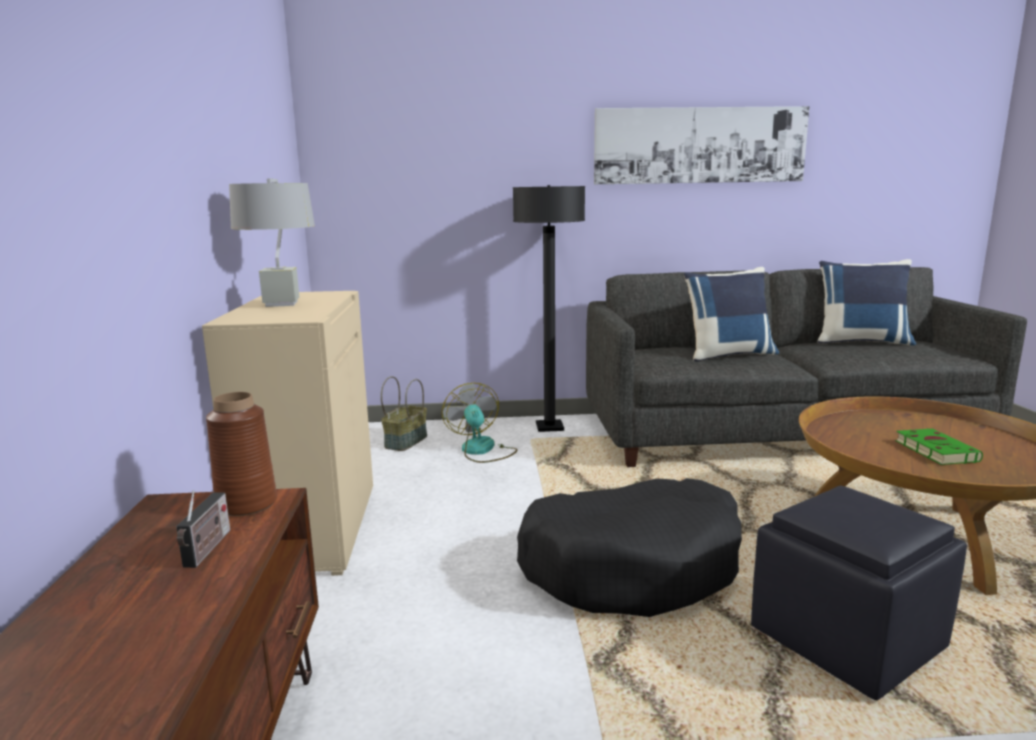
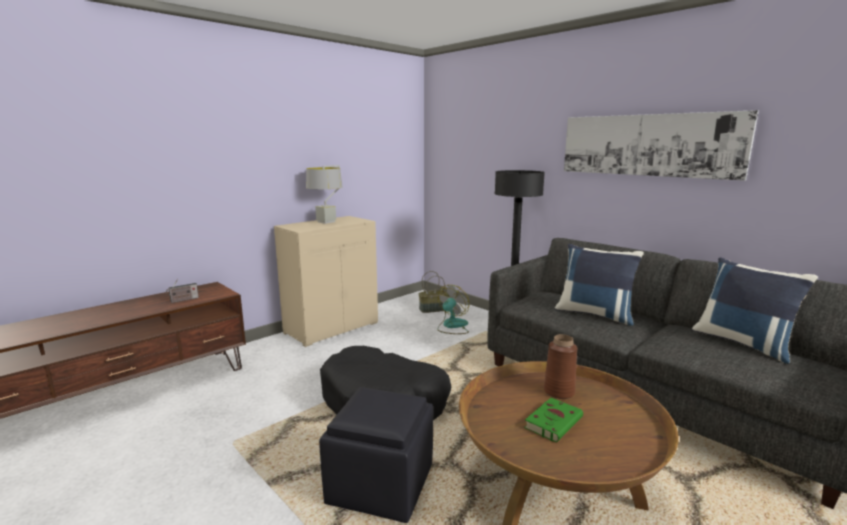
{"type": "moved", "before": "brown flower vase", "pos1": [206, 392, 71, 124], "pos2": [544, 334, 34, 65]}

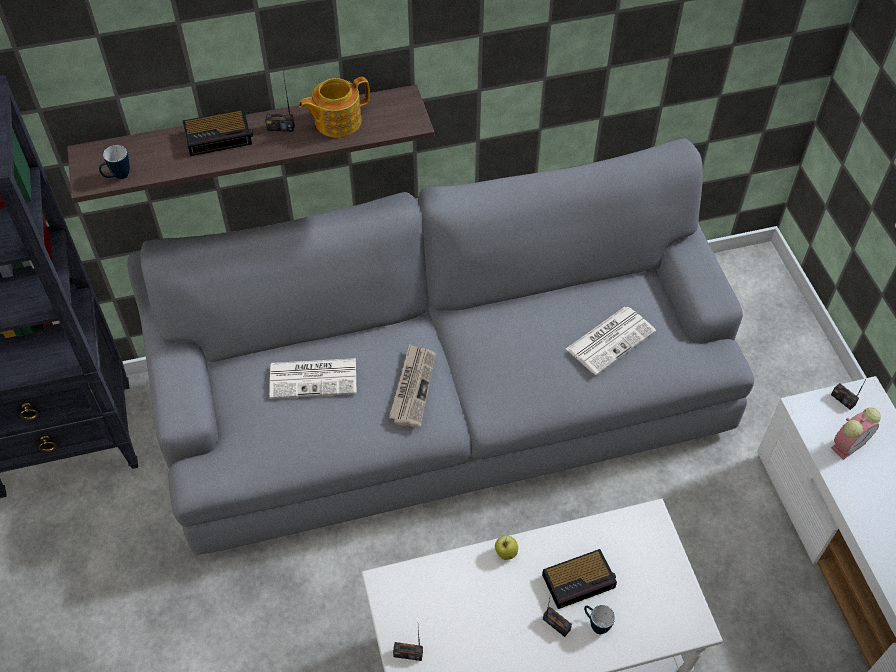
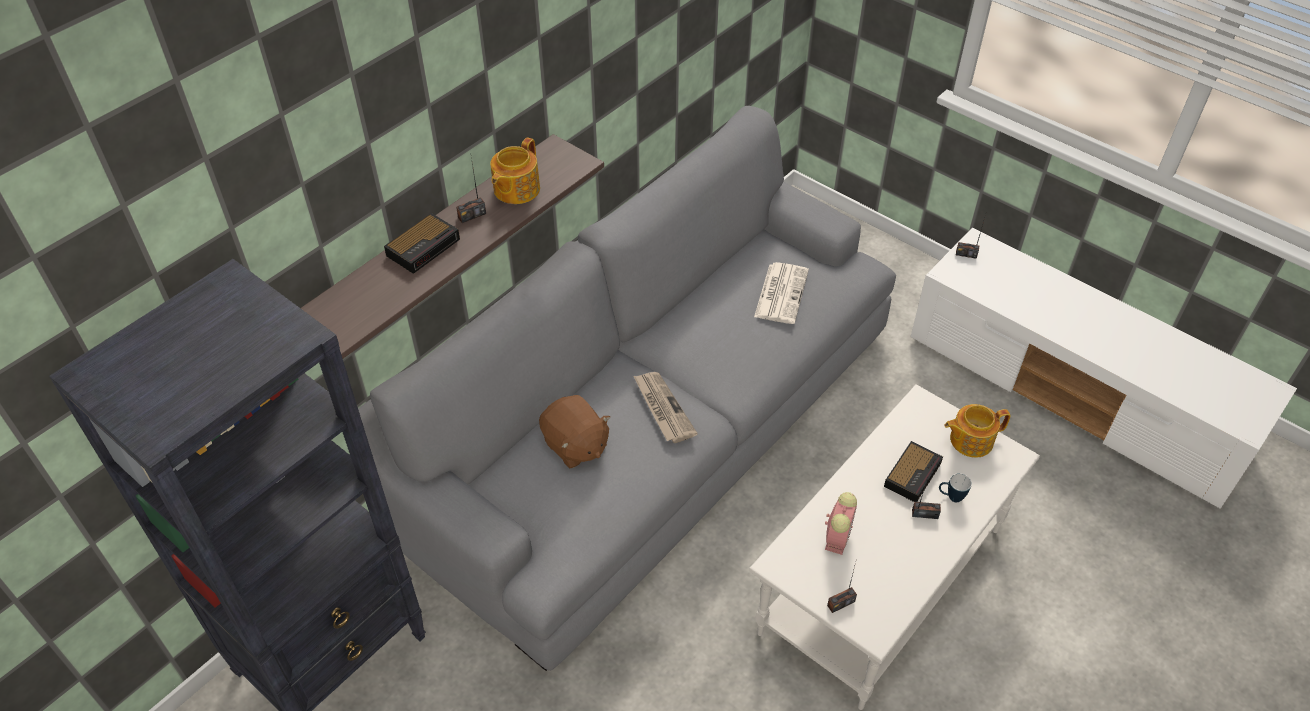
{"type": "replaced", "before": "printed paper", "after": "brown cuddly toy", "pos1": [269, 358, 87, 41], "pos2": [539, 395, 71, 73]}
{"type": "moved", "before": "table clock", "pos1": [831, 407, 50, 53], "pos2": [825, 492, 32, 63]}
{"type": "added", "after": "tea pot", "pos2": [945, 404, 66, 54]}
{"type": "removed", "before": "mug", "pos1": [99, 145, 31, 34]}
{"type": "removed", "before": "apple", "pos1": [495, 536, 23, 24]}

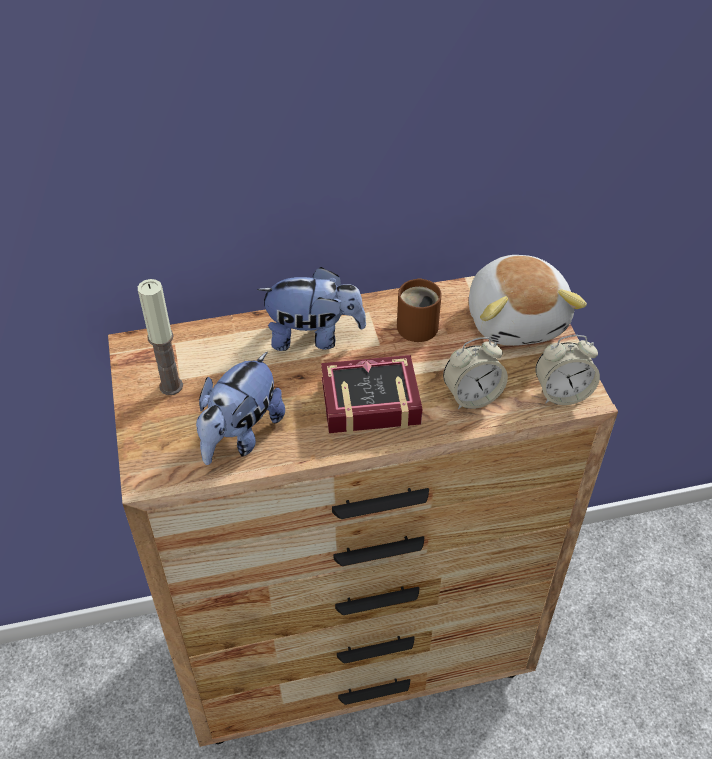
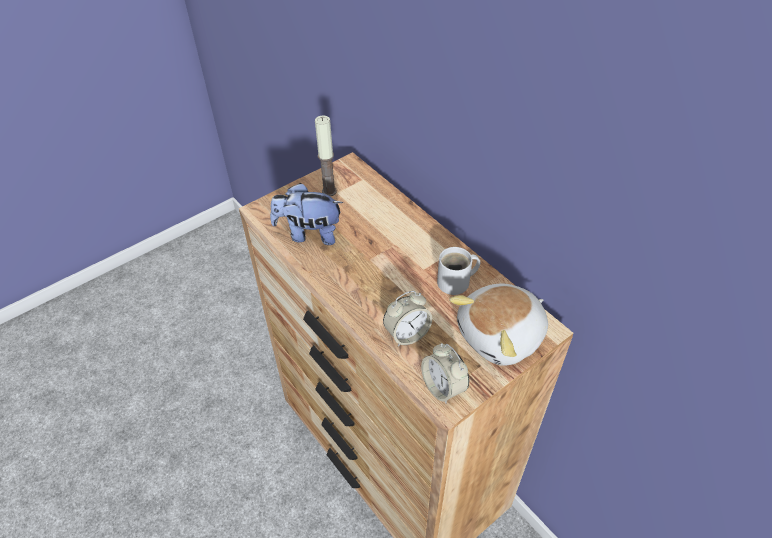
{"type": "turned", "before": "table clock", "pos1": [443, 337, 65, 73], "pos2": [383, 291, 49, 55], "turn": -75}
{"type": "recoloured", "before": "brown mug", "after": "whitish mug", "pos1": [397, 278, 45, 64], "pos2": [437, 247, 43, 48]}
{"type": "removed", "before": "cuddly toy", "pos1": [257, 267, 109, 84]}
{"type": "removed", "before": "volume", "pos1": [321, 355, 101, 79]}

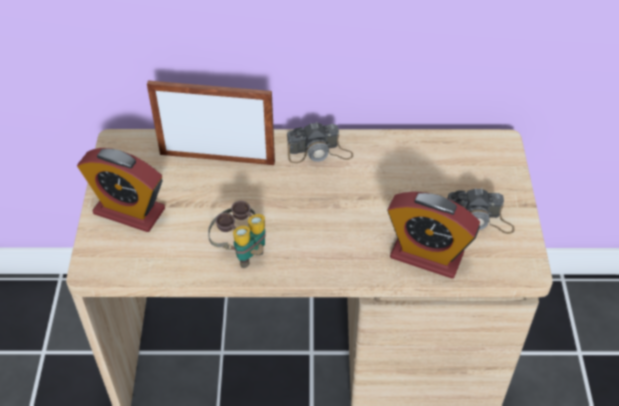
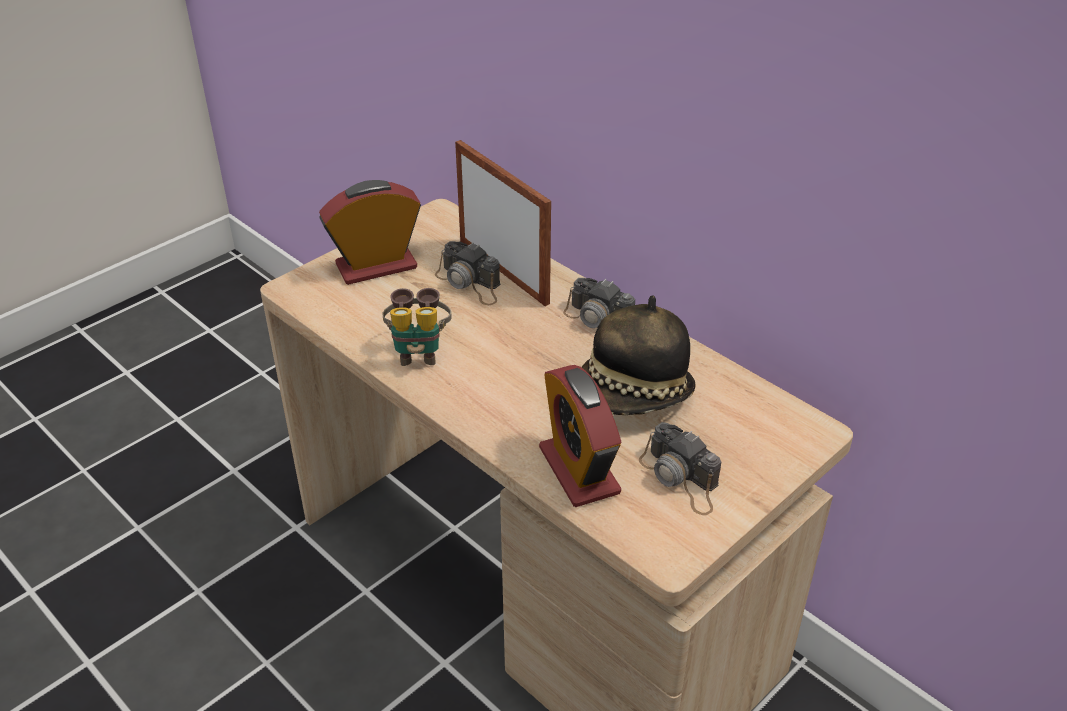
{"type": "turned", "before": "table clock", "pos1": [77, 148, 88, 84], "pos2": [319, 180, 102, 105], "turn": 90}
{"type": "added", "after": "still camera", "pos2": [435, 241, 65, 64]}
{"type": "added", "after": "clothing hat", "pos2": [582, 295, 114, 120]}

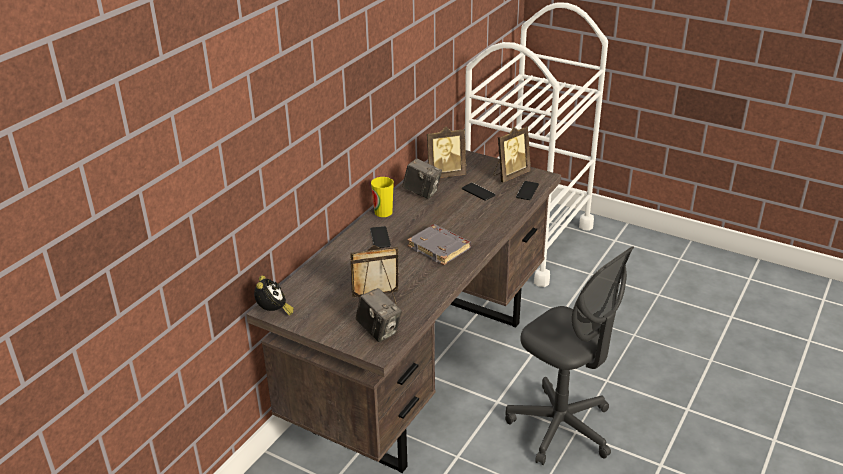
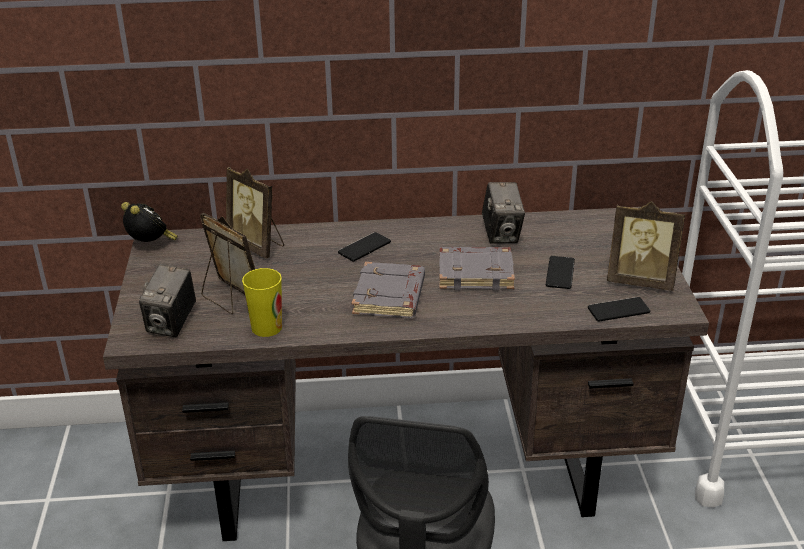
{"type": "turned", "before": "table clock", "pos1": [254, 275, 40, 41], "pos2": [121, 202, 57, 40], "turn": -90}
{"type": "moved", "before": "picture frame", "pos1": [427, 127, 39, 51], "pos2": [226, 167, 58, 92]}
{"type": "moved", "before": "small cup", "pos1": [371, 177, 23, 40], "pos2": [242, 268, 40, 69]}
{"type": "added", "after": "grey volume", "pos2": [439, 247, 76, 44]}

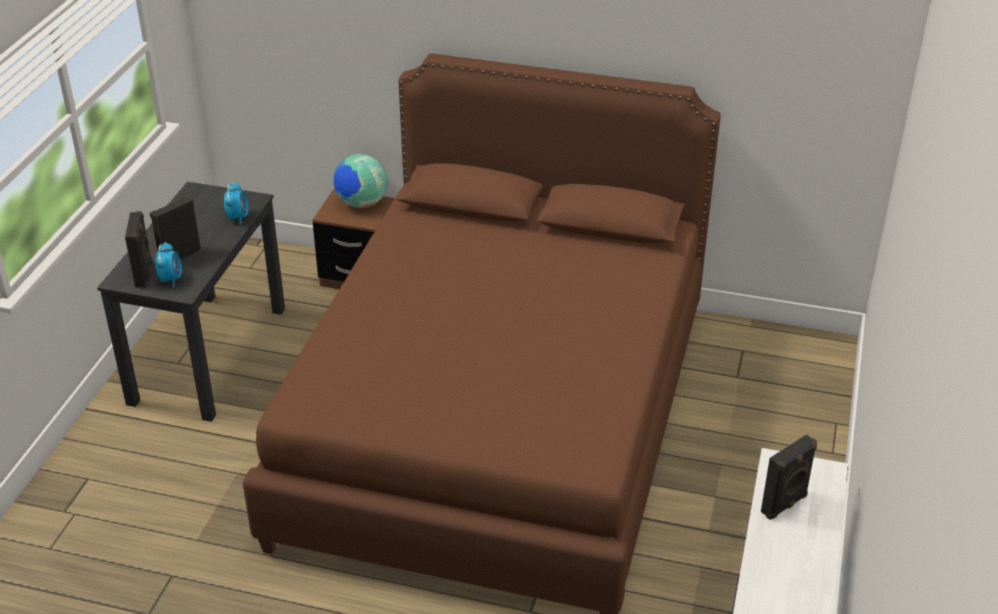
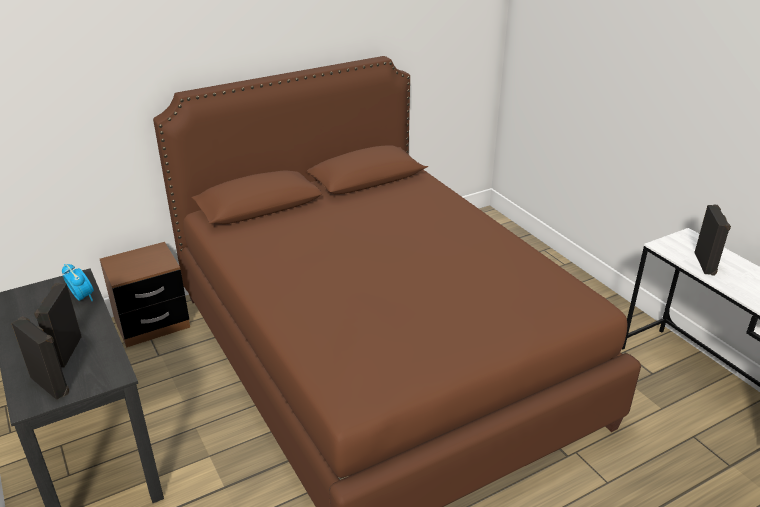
{"type": "removed", "before": "table clock", "pos1": [155, 242, 27, 45]}
{"type": "removed", "before": "globe", "pos1": [334, 154, 54, 54]}

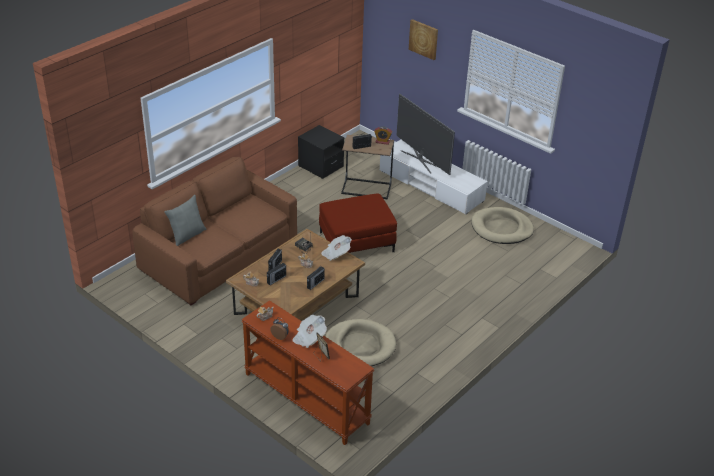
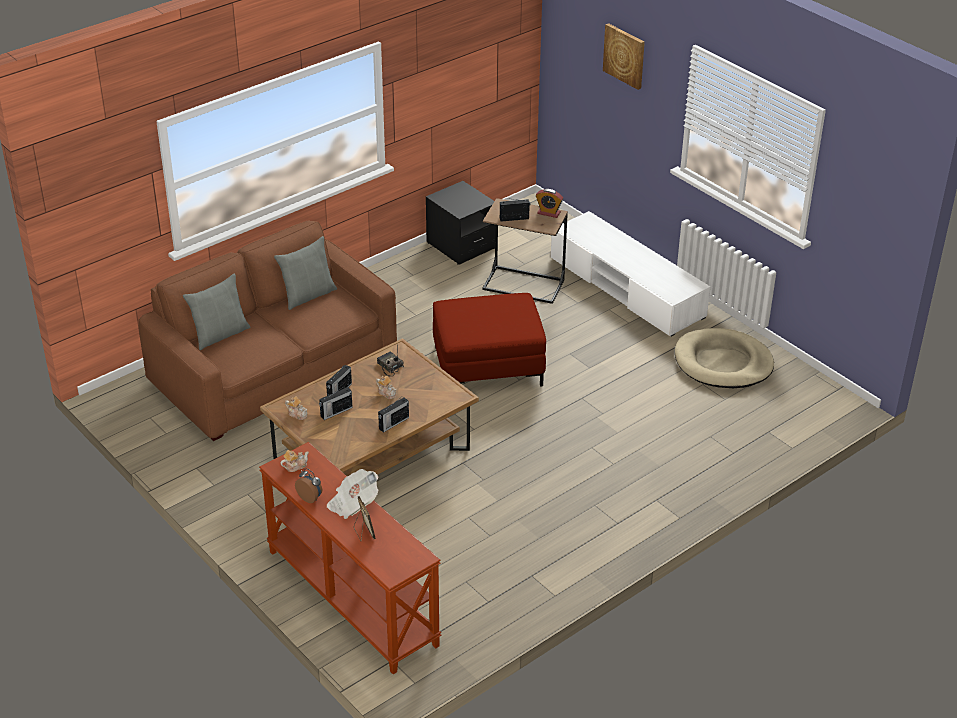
{"type": "added", "after": "grey pillow", "pos2": [274, 236, 63, 74]}
{"type": "removed", "before": "printed paper", "pos1": [321, 235, 31, 26]}
{"type": "removed", "before": "beige pet bed", "pos1": [325, 319, 71, 47]}
{"type": "removed", "before": "TV", "pos1": [397, 94, 58, 81]}

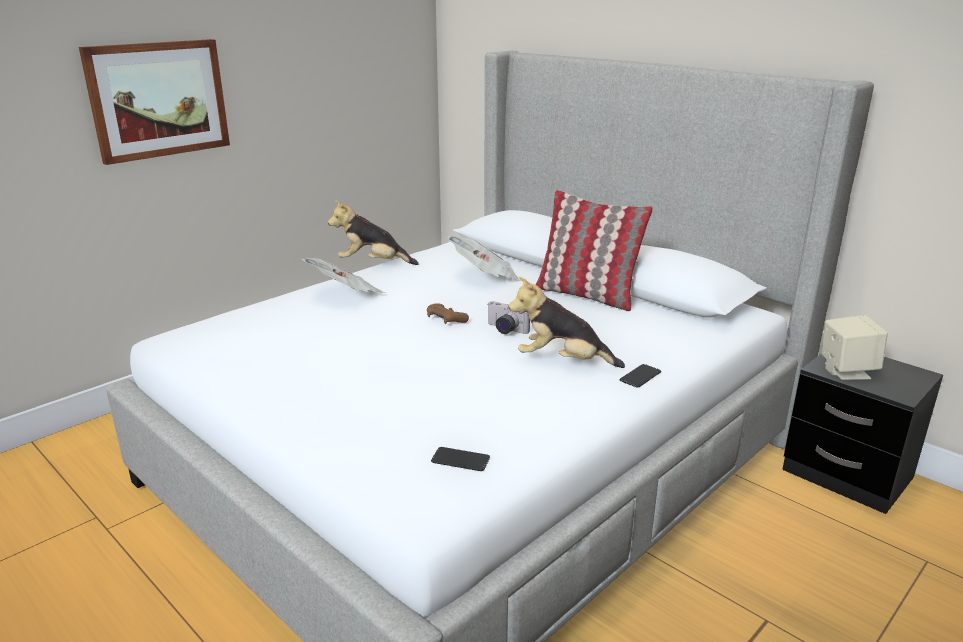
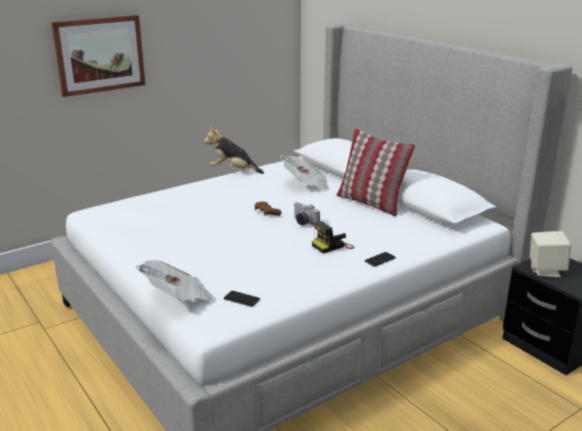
{"type": "moved", "before": "printed paper", "pos1": [301, 258, 85, 35], "pos2": [136, 260, 80, 42]}
{"type": "replaced", "before": "cuddly toy", "after": "still camera", "pos1": [509, 277, 116, 91], "pos2": [312, 221, 42, 32]}

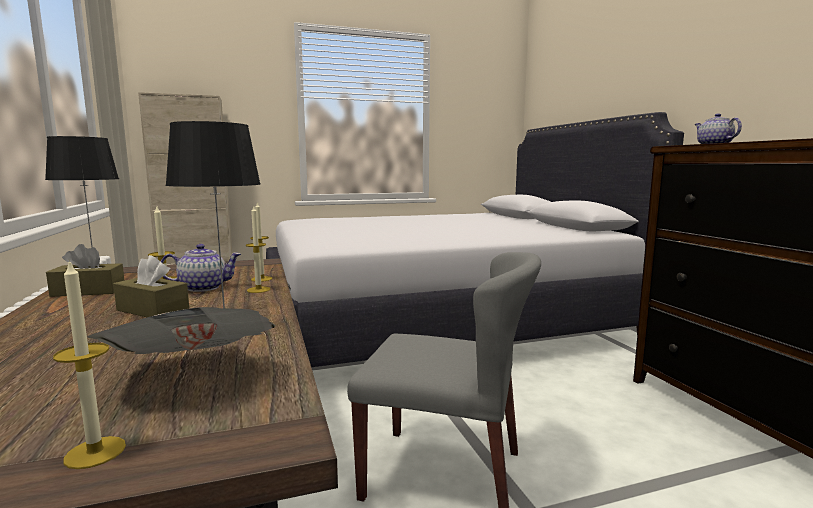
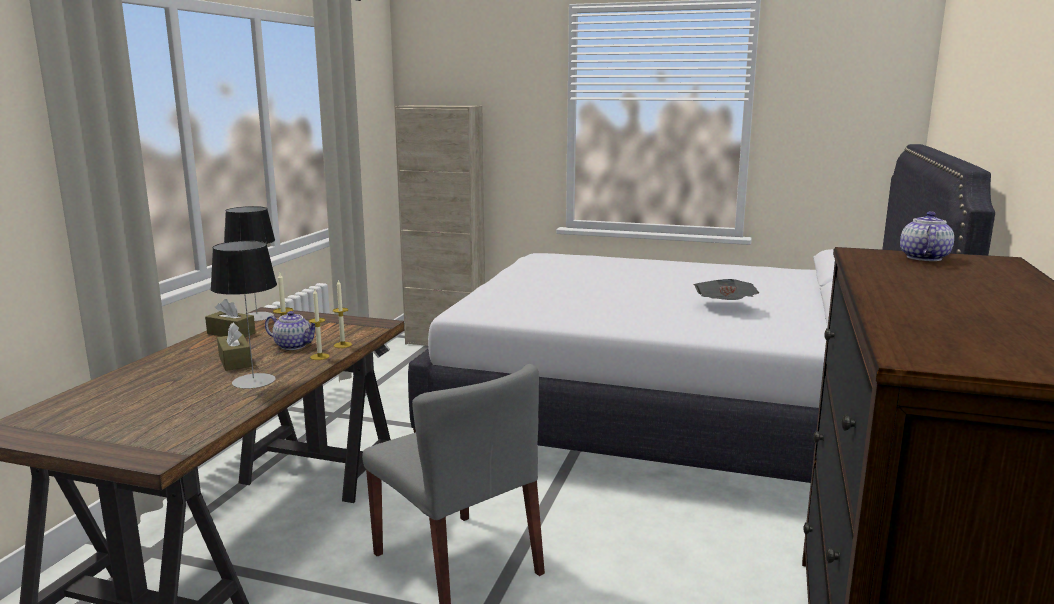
{"type": "moved", "before": "printed paper", "pos1": [87, 307, 188, 47], "pos2": [694, 279, 65, 21]}
{"type": "removed", "before": "wax light", "pos1": [53, 260, 73, 209]}

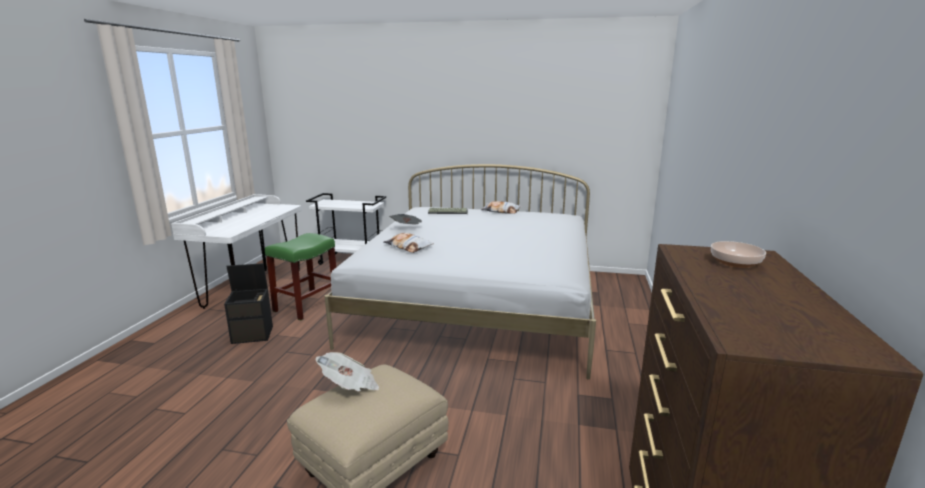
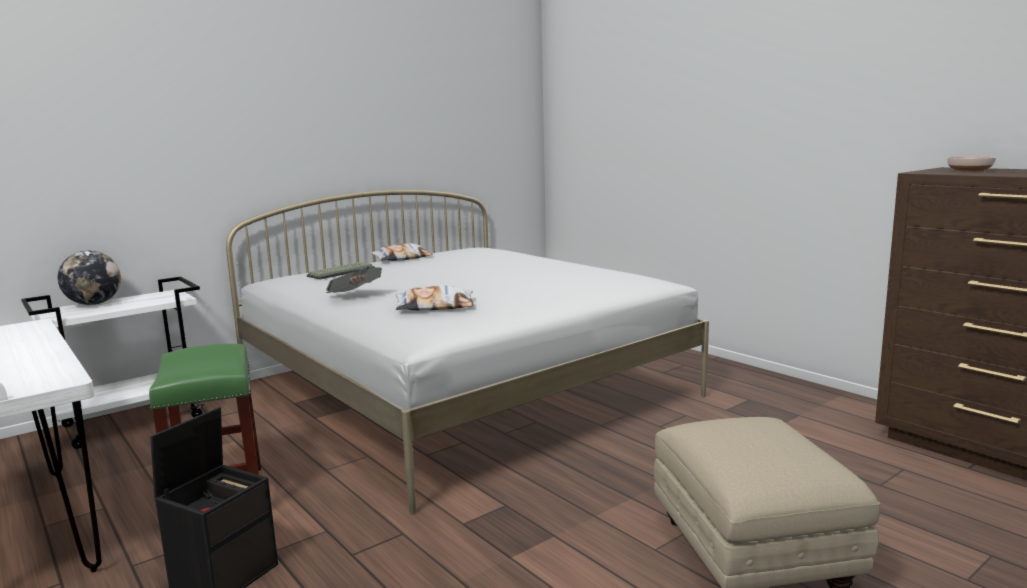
{"type": "added", "after": "globe", "pos2": [58, 250, 63, 55]}
{"type": "removed", "before": "printed paper", "pos1": [315, 352, 65, 39]}

